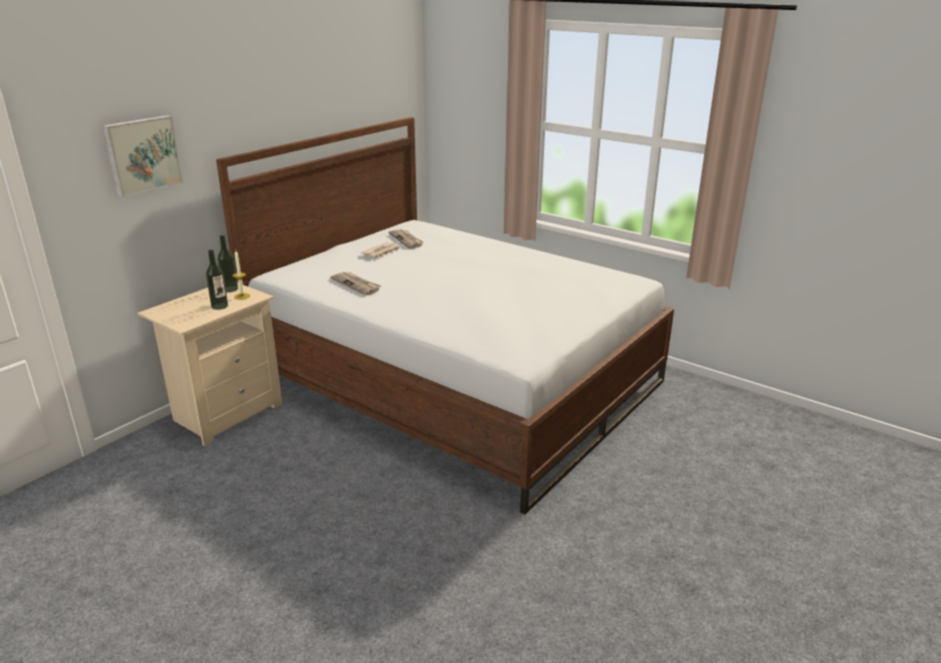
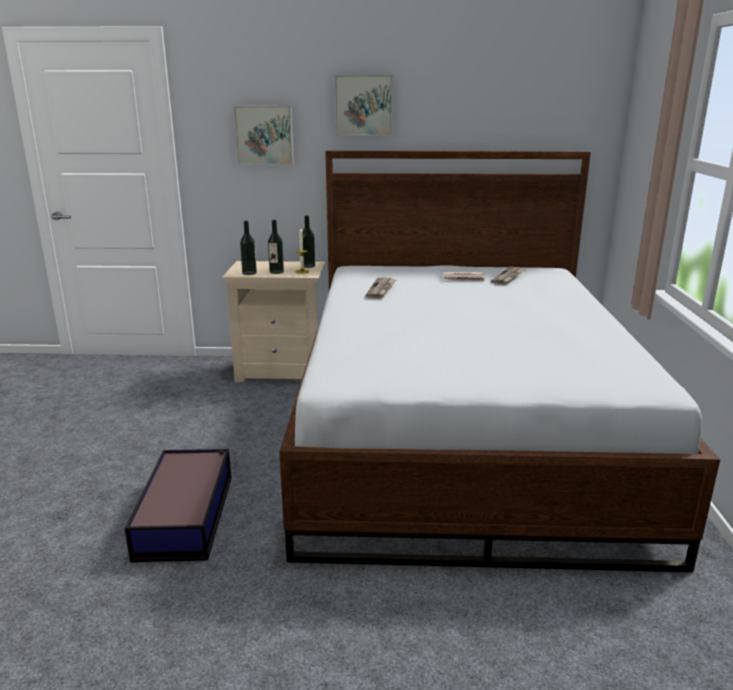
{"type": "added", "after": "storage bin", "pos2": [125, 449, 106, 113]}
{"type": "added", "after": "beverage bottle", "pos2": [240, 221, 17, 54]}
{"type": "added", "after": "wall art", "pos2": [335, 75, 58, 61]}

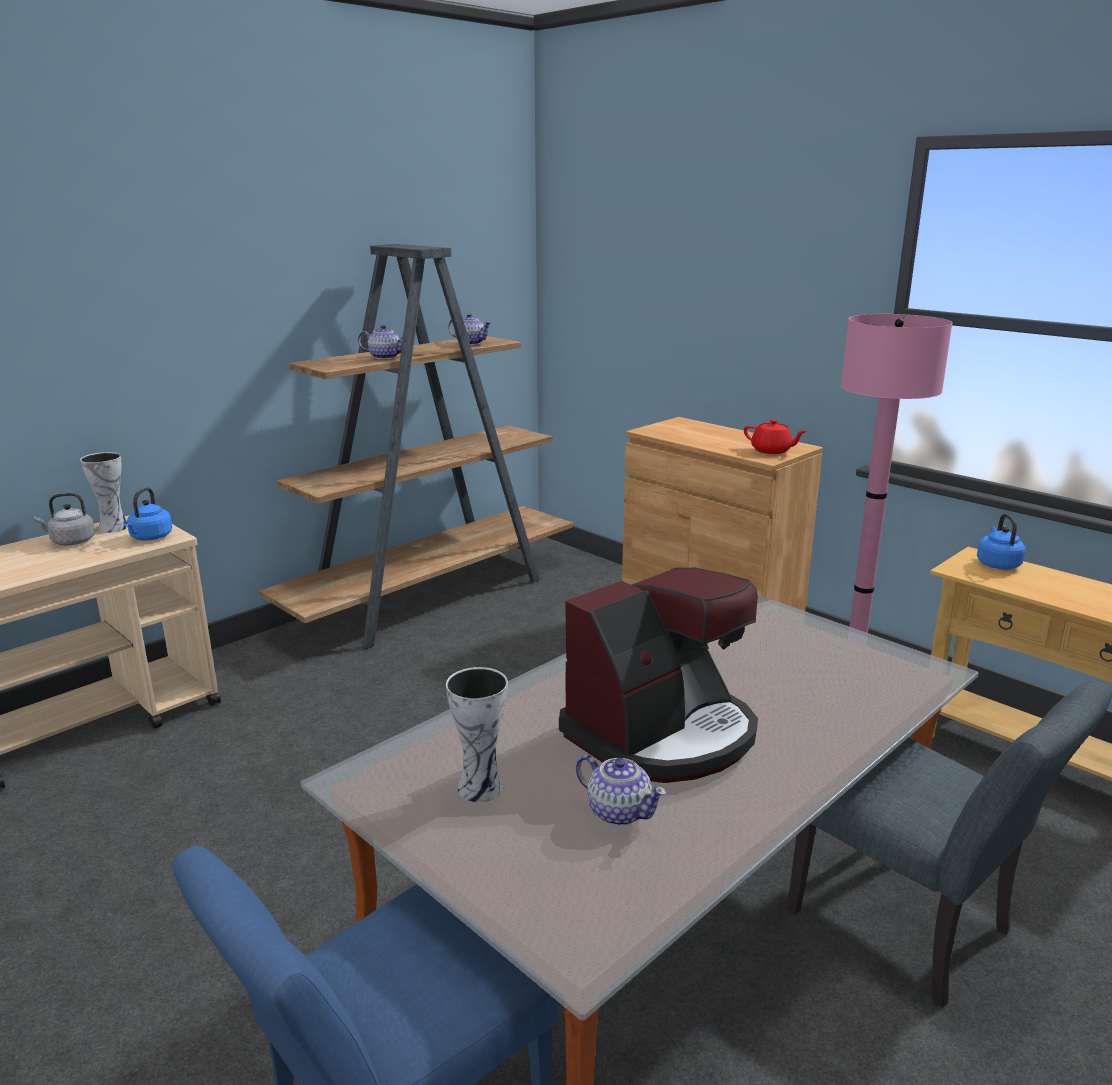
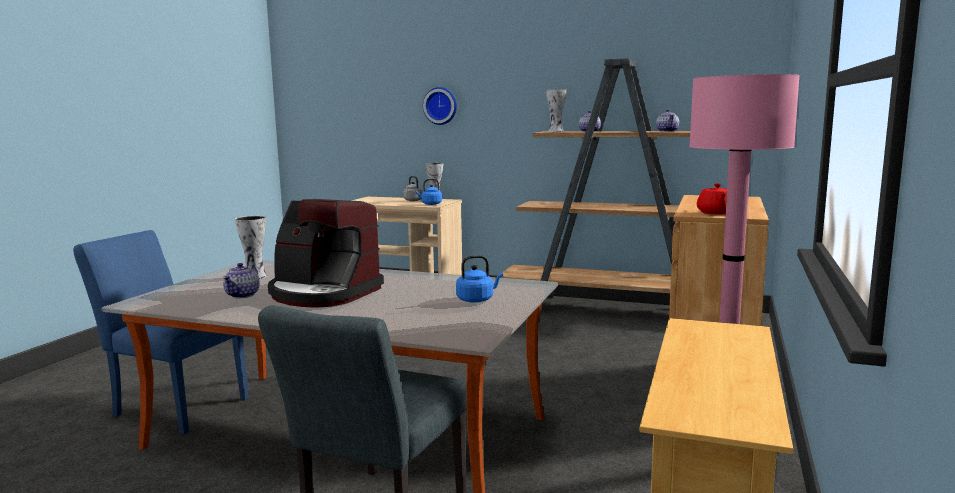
{"type": "added", "after": "clock on the wall", "pos2": [423, 87, 34, 38]}
{"type": "moved", "before": "blue tea kettle", "pos1": [977, 514, 48, 55], "pos2": [456, 255, 47, 48]}
{"type": "added", "after": "flower vase", "pos2": [546, 89, 20, 43]}

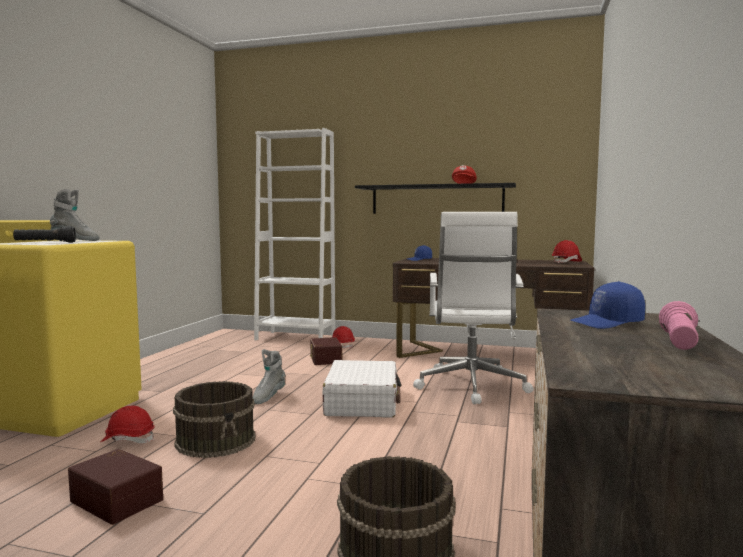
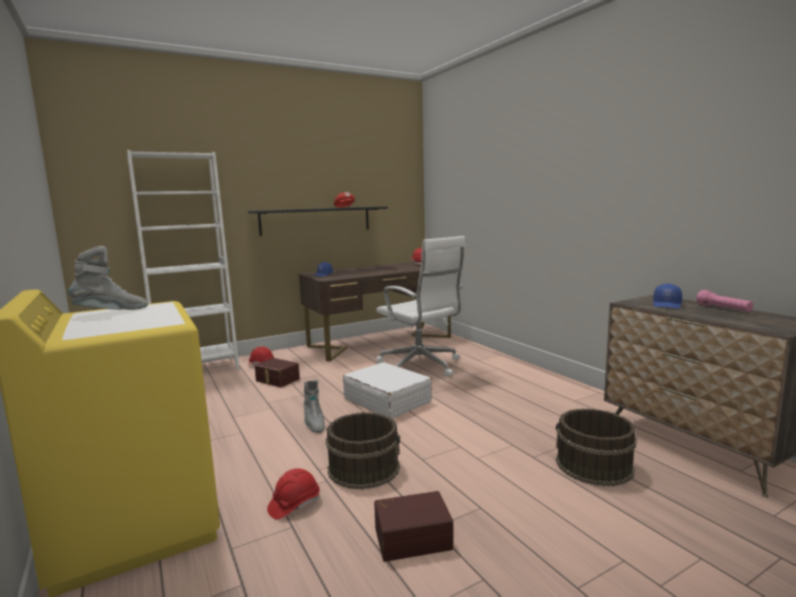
{"type": "removed", "before": "black-coloured flashlight", "pos1": [13, 226, 63, 17]}

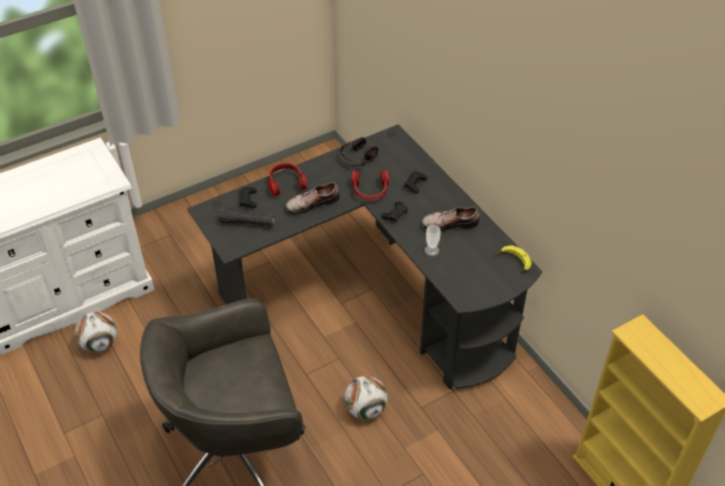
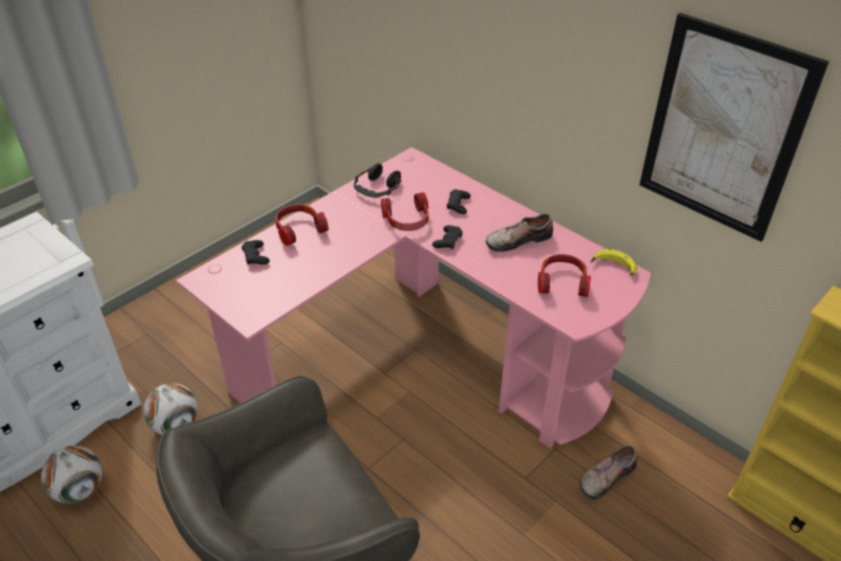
{"type": "moved", "before": "football ball", "pos1": [344, 376, 43, 43], "pos2": [144, 383, 54, 52]}
{"type": "recoloured", "before": "black-coloured desk table", "after": "pink-coloured desk table", "pos1": [187, 124, 355, 266], "pos2": [176, 147, 475, 301]}
{"type": "added", "after": "headset", "pos2": [538, 254, 53, 43]}
{"type": "moved", "before": "shoe", "pos1": [286, 182, 53, 32], "pos2": [580, 445, 57, 55]}
{"type": "added", "after": "wall art", "pos2": [639, 13, 190, 229]}
{"type": "removed", "before": "black-coloured flashlight", "pos1": [219, 208, 56, 18]}
{"type": "removed", "before": "small cup", "pos1": [425, 225, 15, 31]}

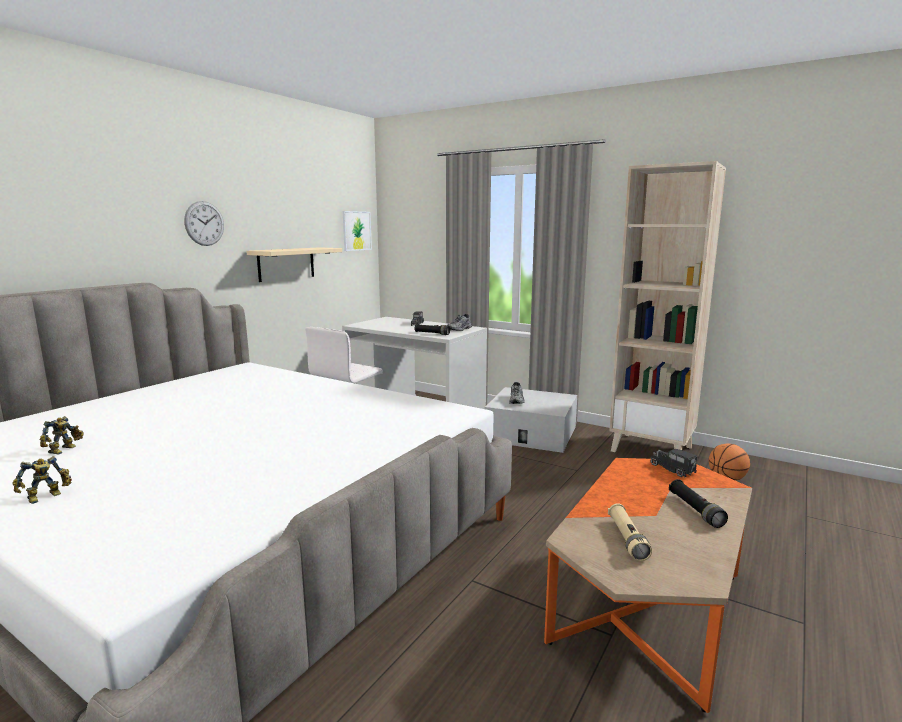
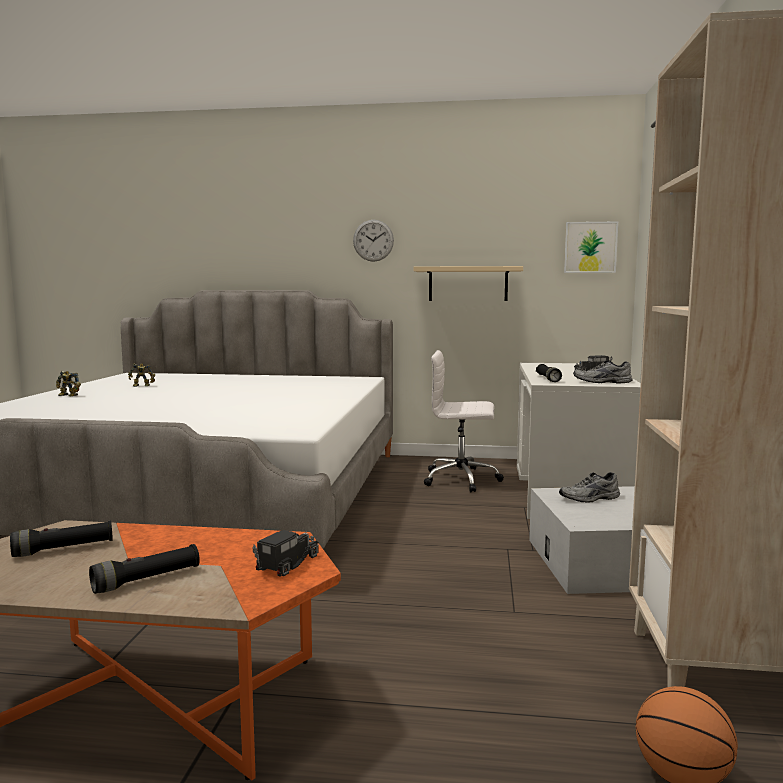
{"type": "recoloured", "before": "beige flashlight", "after": "black-coloured flashlight", "pos1": [608, 503, 44, 58], "pos2": [10, 520, 103, 37]}

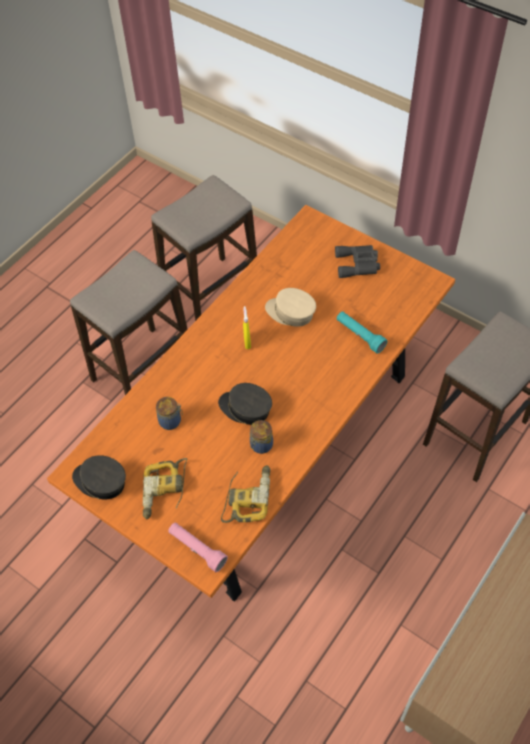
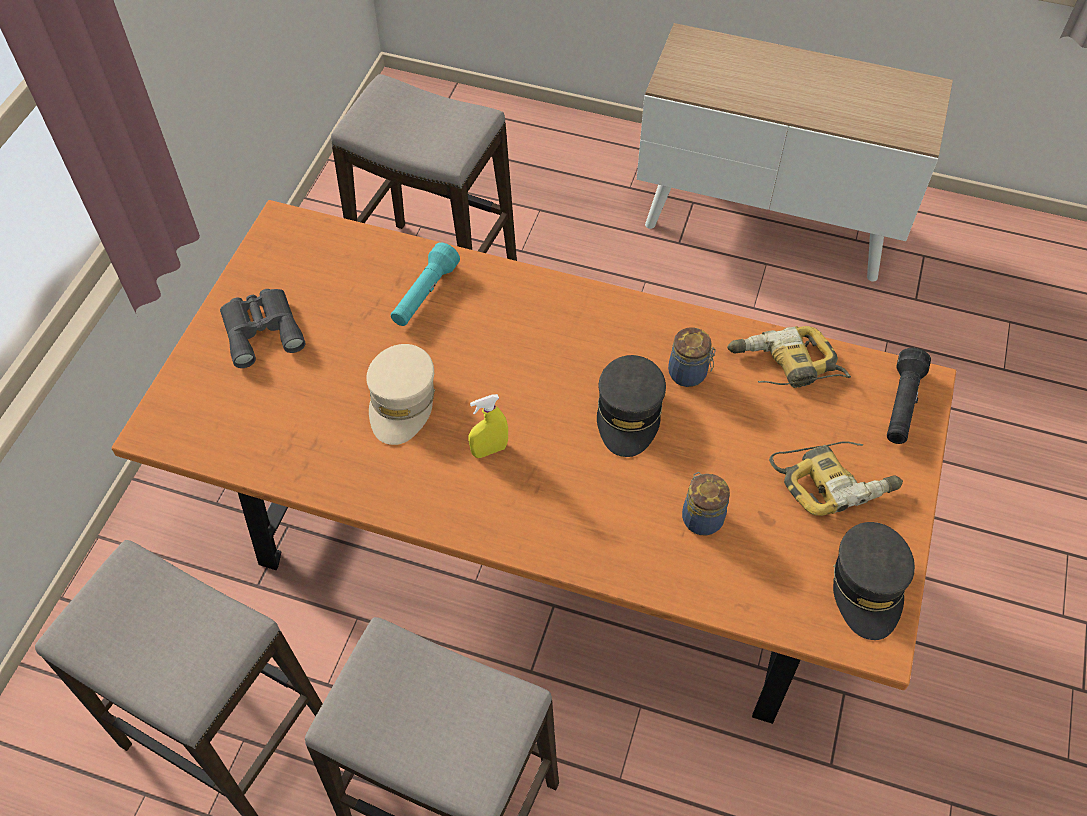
{"type": "recoloured", "before": "pink-coloured flashlight", "after": "black-coloured flashlight", "pos1": [168, 523, 60, 49], "pos2": [887, 348, 44, 96]}

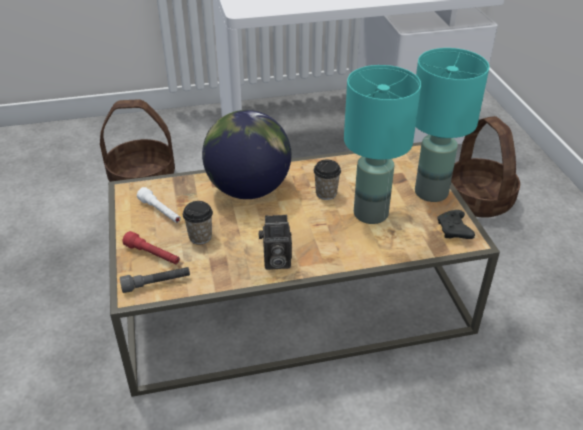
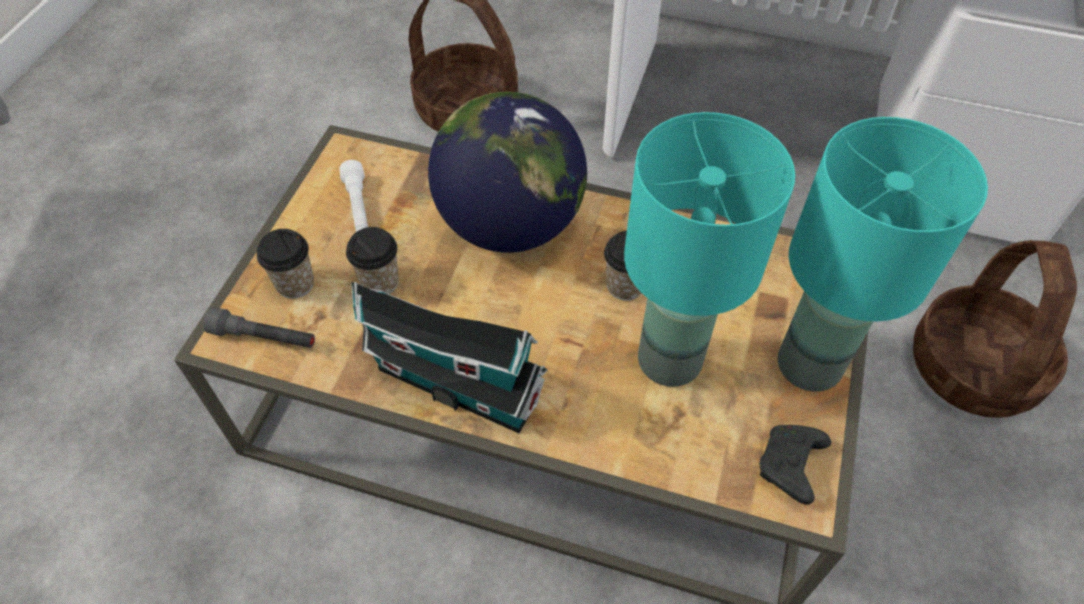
{"type": "replaced", "before": "red-coloured flashlight", "after": "small cup", "pos1": [123, 231, 57, 33], "pos2": [257, 229, 57, 70]}
{"type": "replaced", "before": "still camera", "after": "miniature house", "pos1": [259, 215, 33, 55], "pos2": [351, 282, 197, 151]}

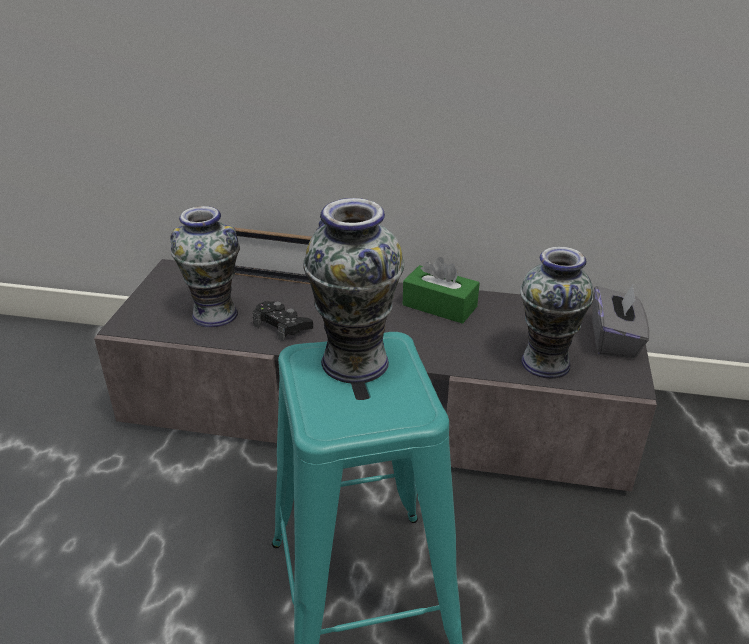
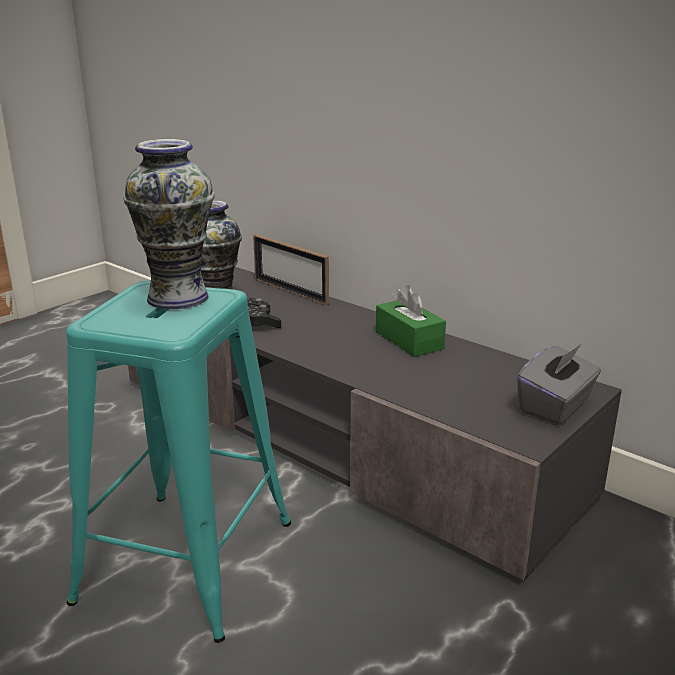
{"type": "removed", "before": "flower vase", "pos1": [520, 247, 74, 132]}

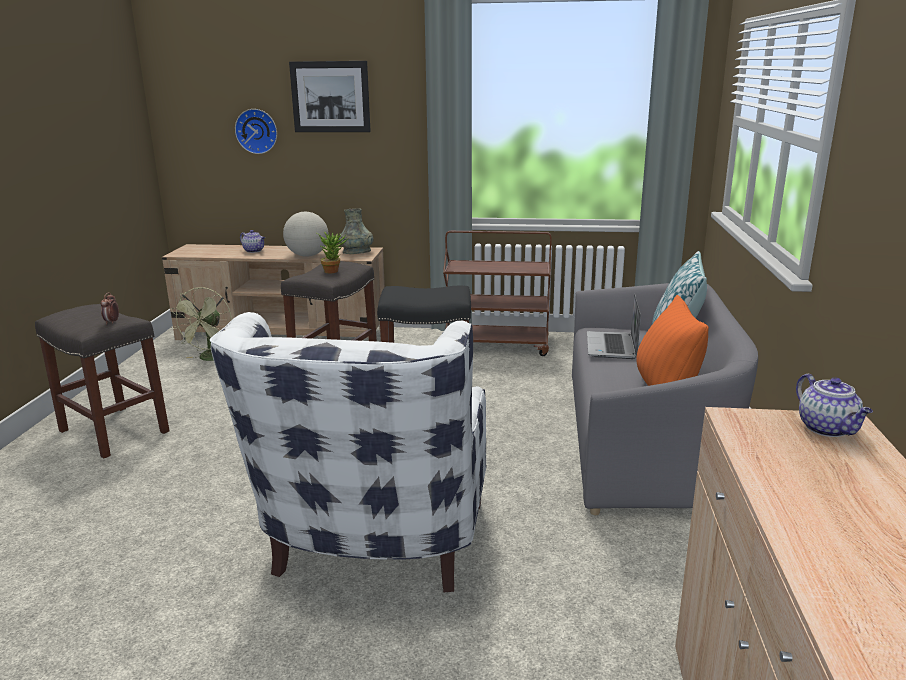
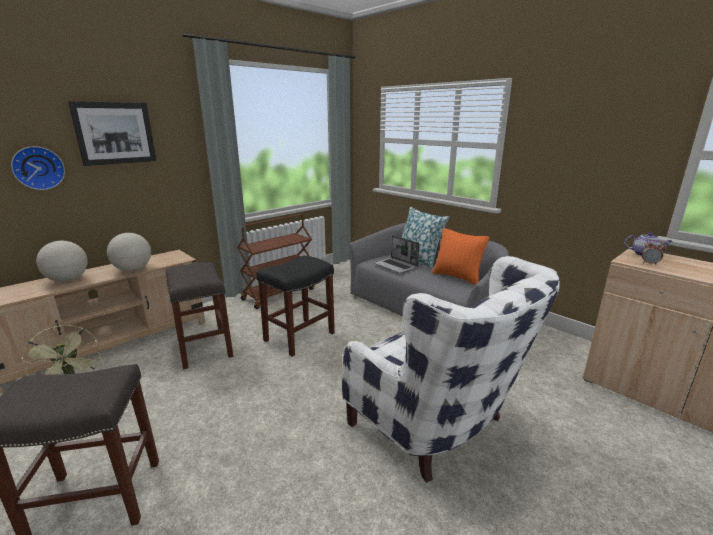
{"type": "replaced", "before": "tea pot", "after": "globe", "pos1": [240, 230, 25, 23], "pos2": [36, 241, 52, 41]}
{"type": "moved", "before": "table clock", "pos1": [101, 292, 18, 33], "pos2": [642, 240, 24, 25]}
{"type": "removed", "before": "plant in a pot", "pos1": [317, 232, 30, 41]}
{"type": "removed", "before": "grey flower vase", "pos1": [338, 208, 36, 46]}

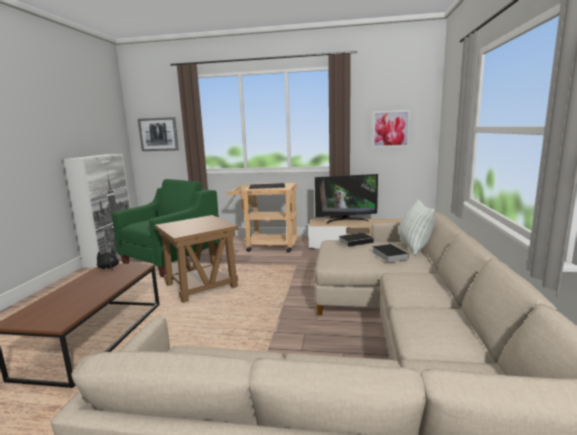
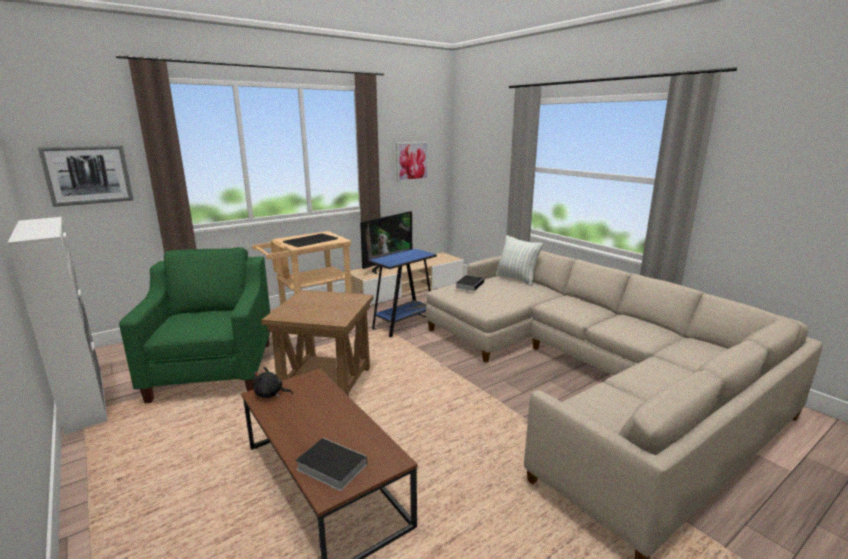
{"type": "moved", "before": "volume", "pos1": [372, 244, 37, 18], "pos2": [296, 438, 71, 53]}
{"type": "added", "after": "blue side table", "pos2": [369, 249, 68, 88]}

